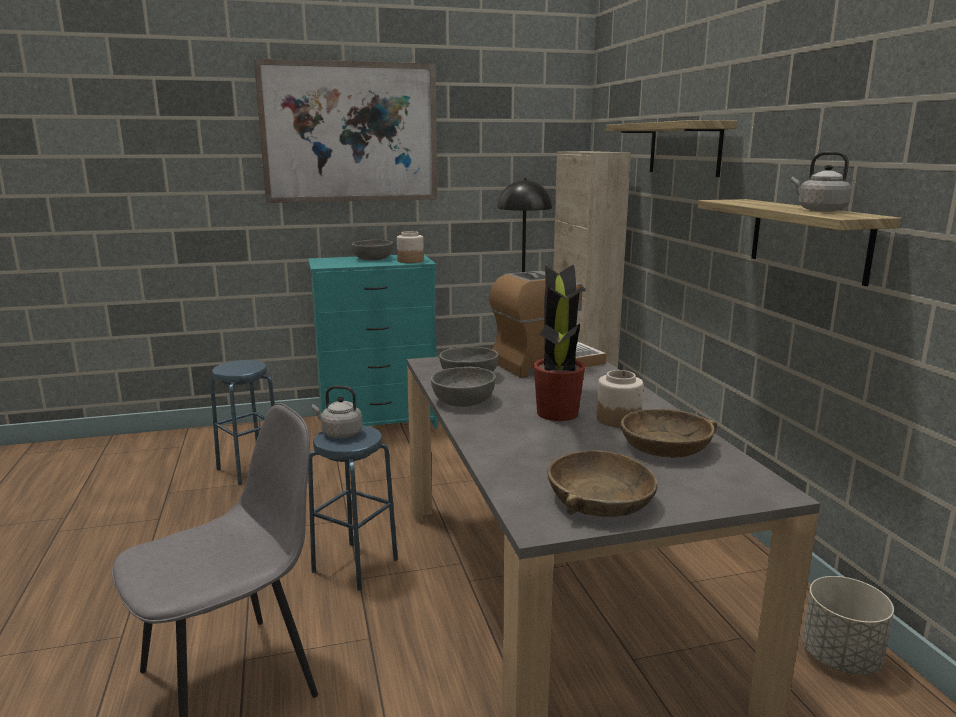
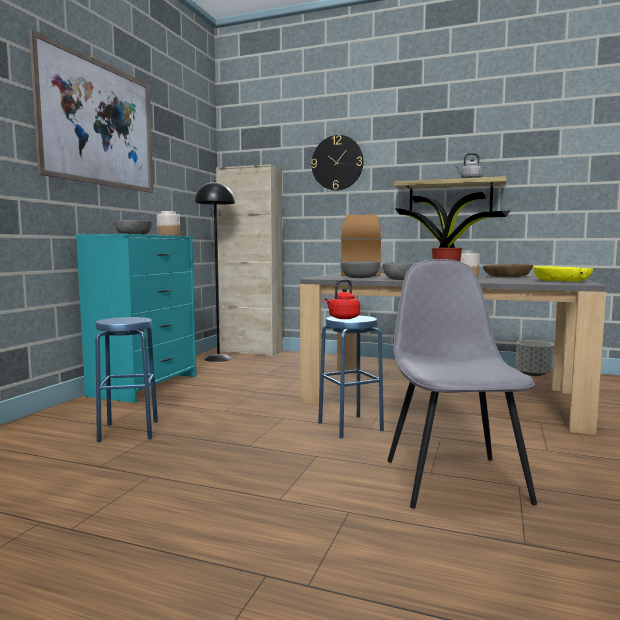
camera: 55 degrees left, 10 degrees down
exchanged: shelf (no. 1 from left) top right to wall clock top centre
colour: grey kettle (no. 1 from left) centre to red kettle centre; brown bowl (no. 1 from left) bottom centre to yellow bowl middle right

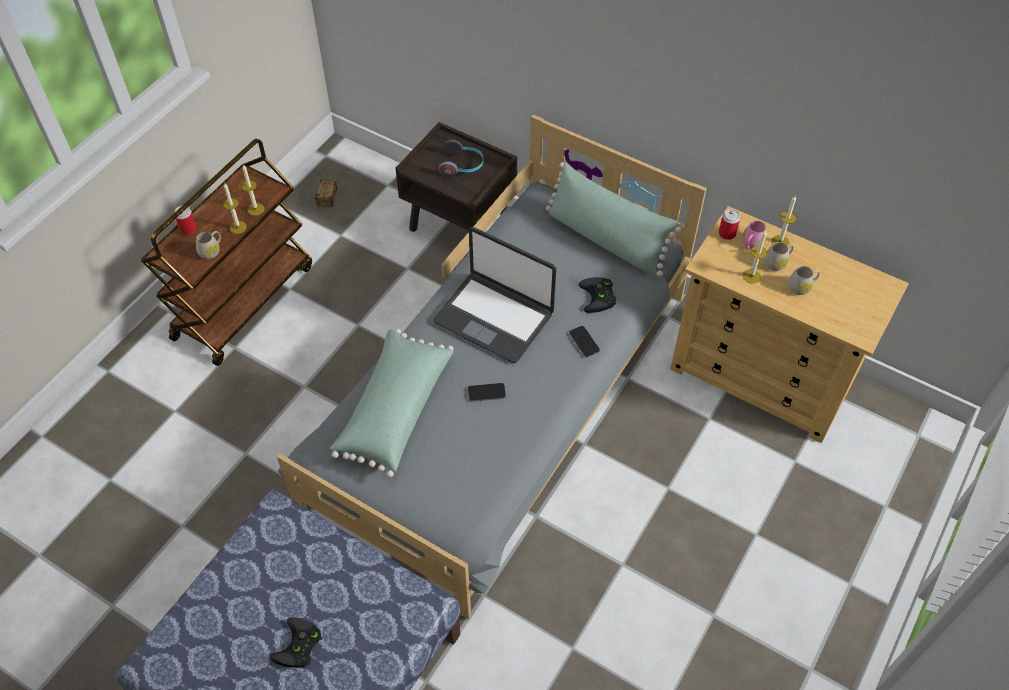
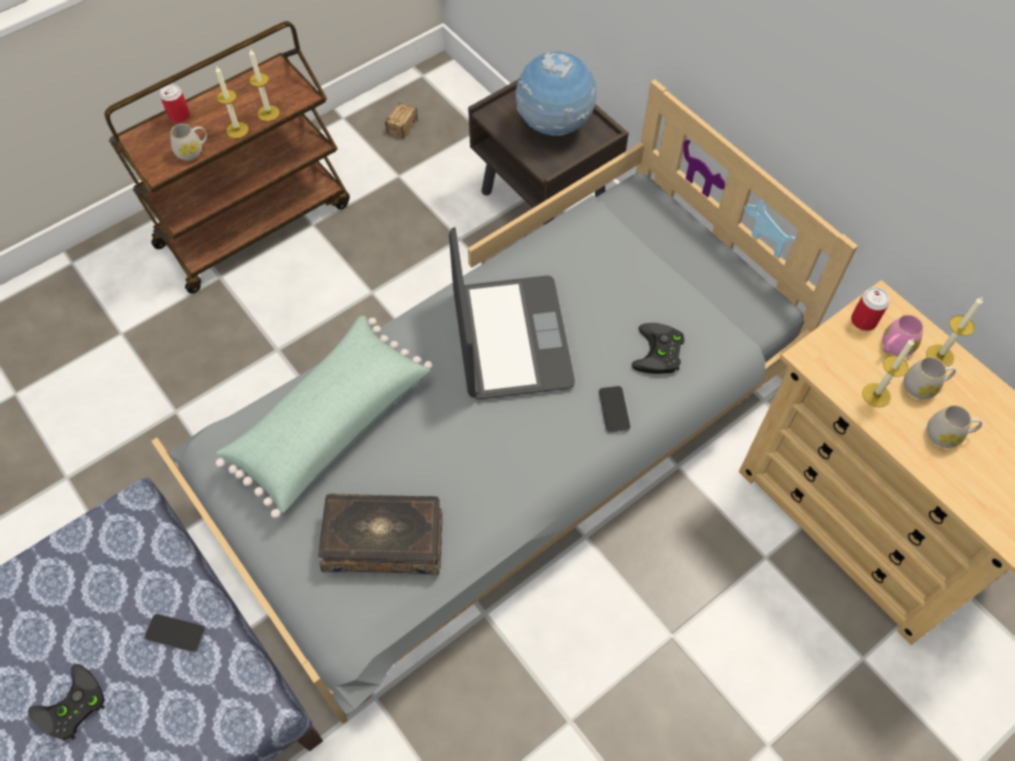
camera: 20 degrees right, 5 degrees up
missing: green pillow (no. 2 from left) top centre
appeared: book bottom centre
relocated: phone (no. 1 from left) centre to bottom left
exchanged: headphones top centre to globe top centre
spun: laptop centre = centre 150 degrees counterclockwise

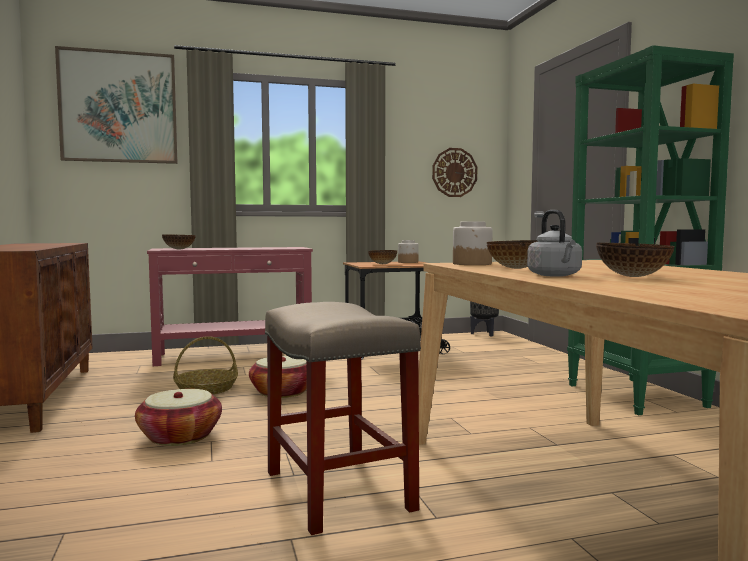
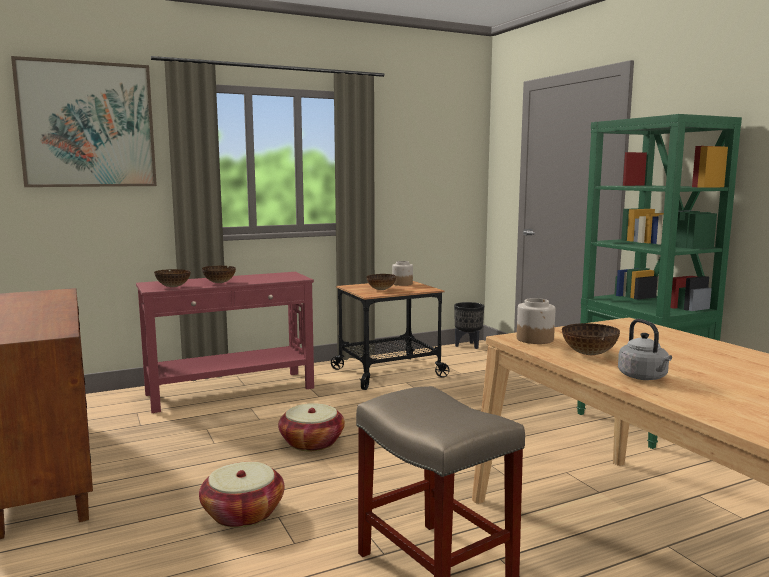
camera: 10 degrees left, 5 degrees up
missing: basket (no. 2 from left) middle left; wall clock top centre
relocated: bowl (no. 4 from left in the first image) middle right to bowl (no. 2 from left) middle left

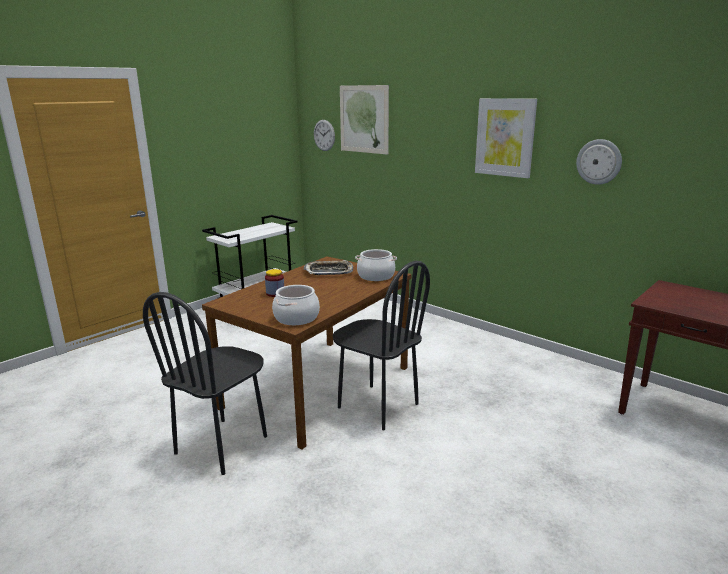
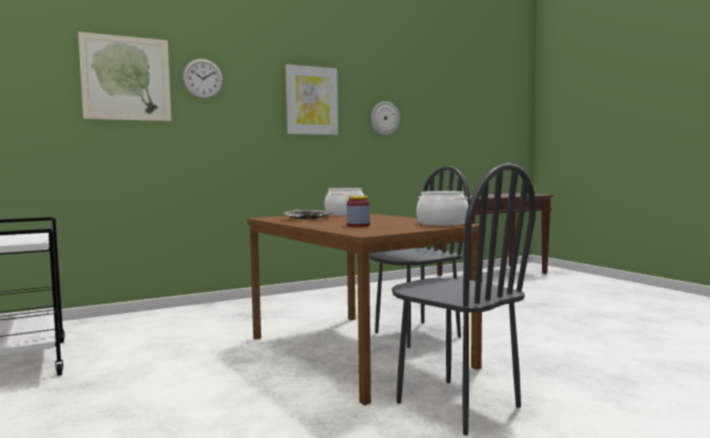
camera: 70 degrees left, 15 degrees down
relocated: wall clock (no. 1 from left) top centre to top left

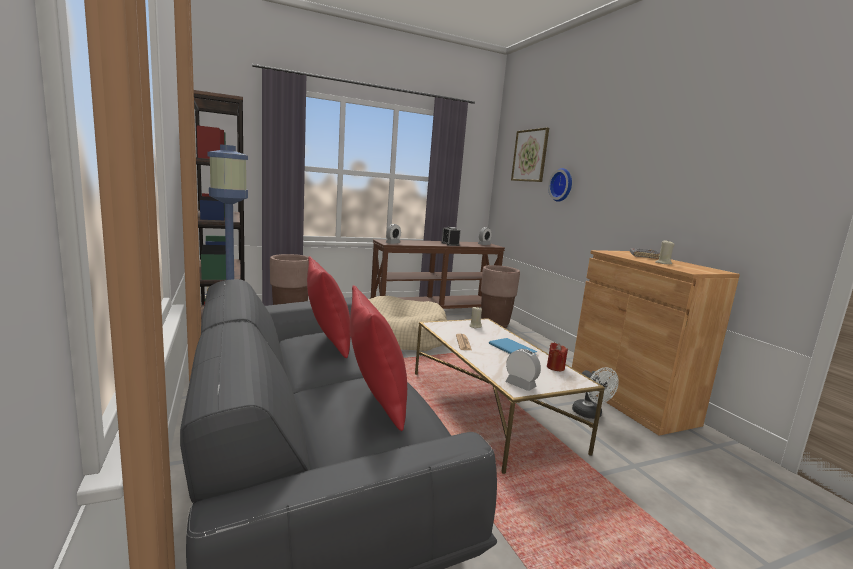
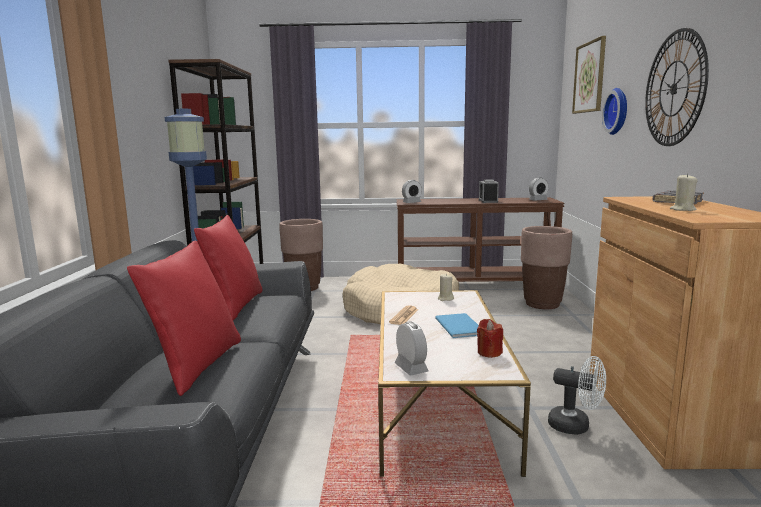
camera: 25 degrees right, 0 degrees up
appeared: wall clock (no. 2 from left) top right
spun: white fan bottom right = bottom right 60 degrees counterclockwise

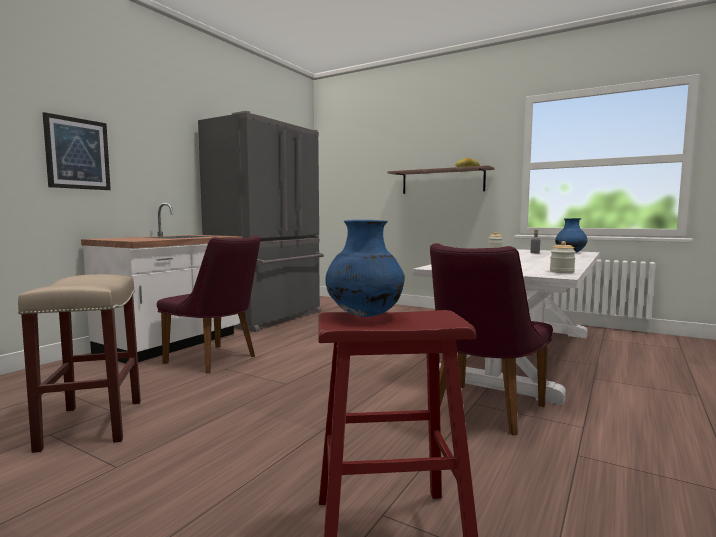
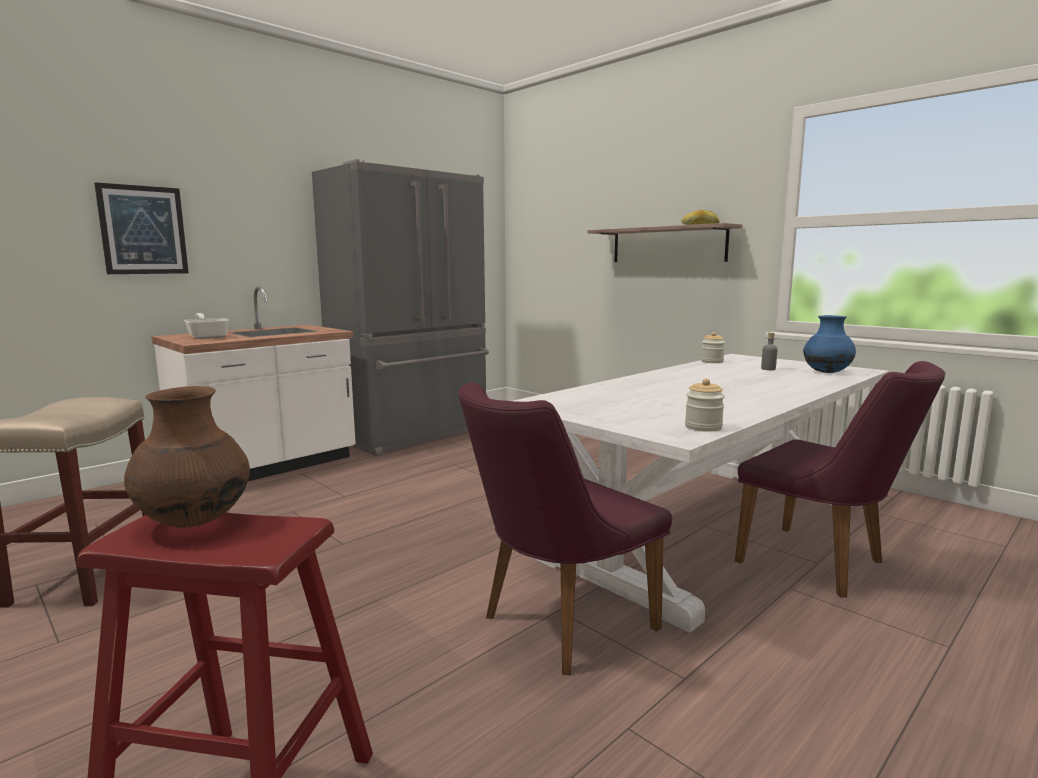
camera: 15 degrees right, 5 degrees up
appeared: frying pan middle left
relocated: purple chair (no. 1 from left in the first image) middle left to purple chair (no. 2 from left) middle right
colour: blue vase (no. 1 from left) centre to brown vase middle left

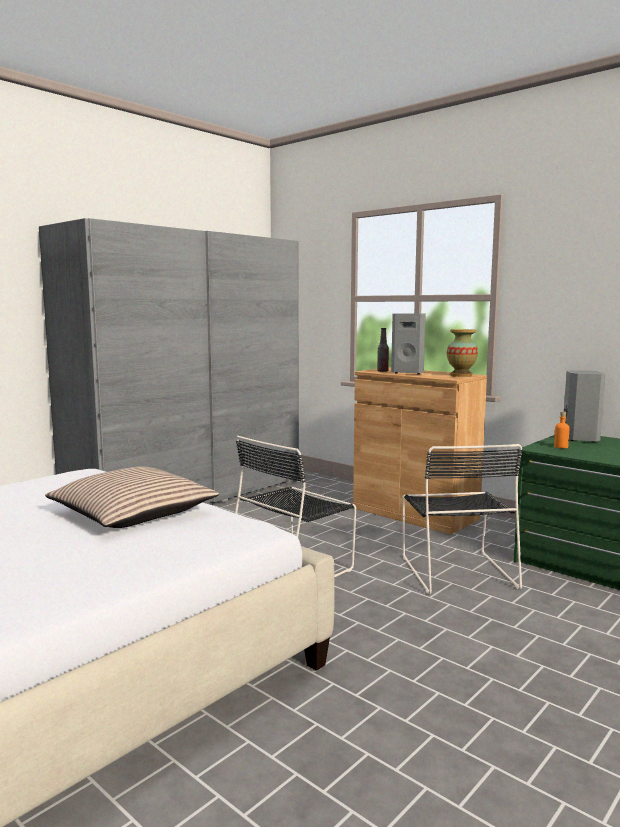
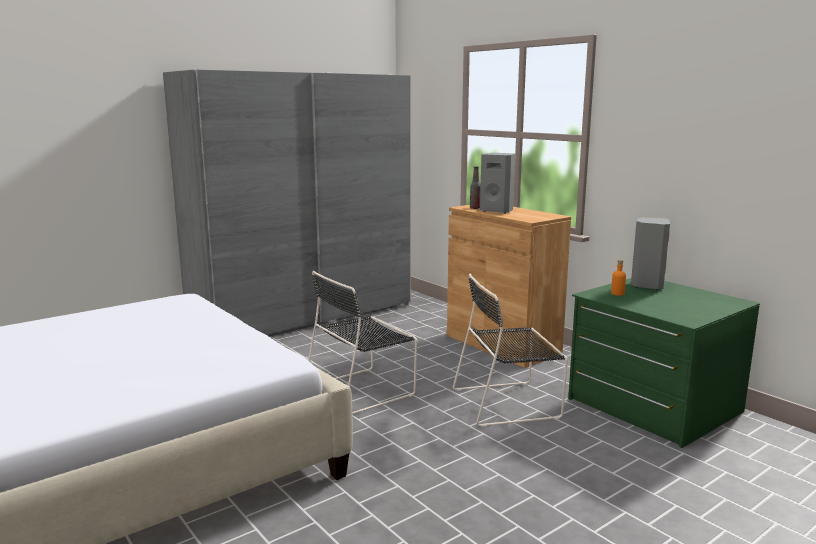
camera: 10 degrees right, 5 degrees up
missing: pillow middle left; vase middle right
spun: black chair (no. 2 from left) middle right = centre 75 degrees clockwise

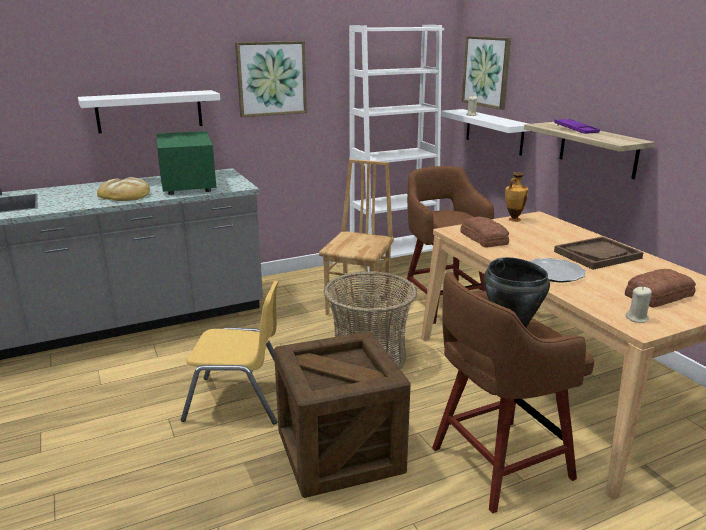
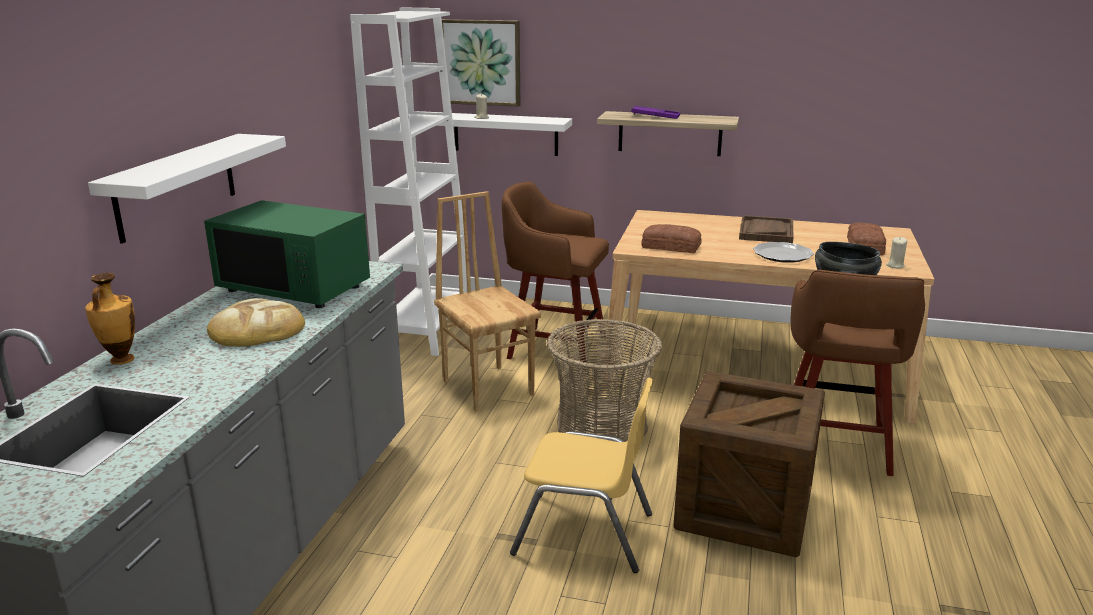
camera: 50 degrees left, 0 degrees up
missing: picture (no. 1 from left) top centre
relocated: vase middle right to middle left
spun: yellow chair middle left = bottom centre 60 degrees clockwise

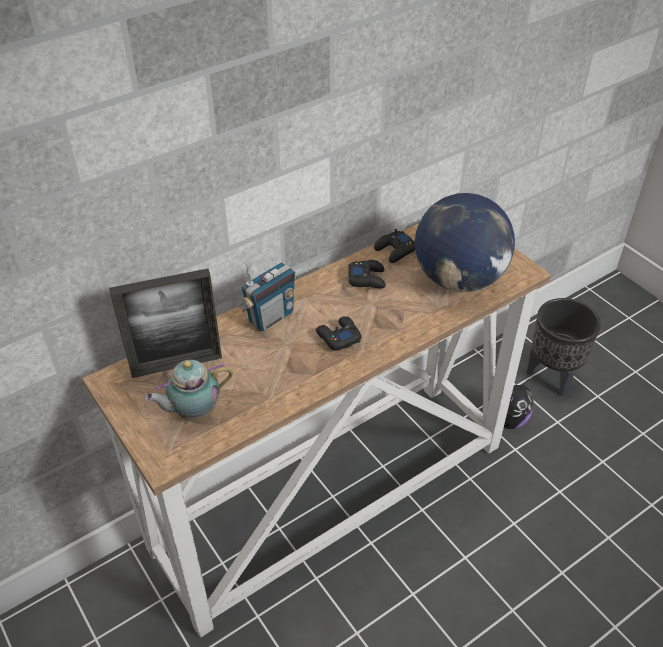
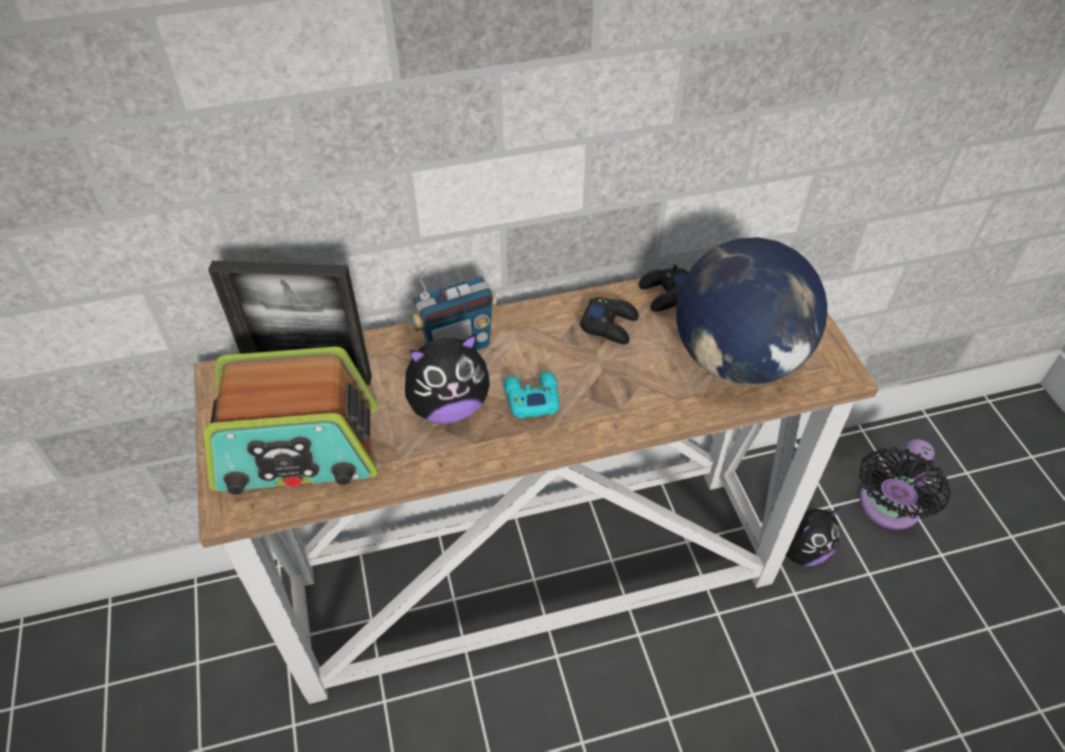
camera: 20 degrees right, 5 degrees up
appeared: plush toy (no. 1 from left) centre
exchanged: teapot middle left to radio (no. 1 from left) middle left; black planter middle right to black fan middle right
colour: black game controller (no. 1 from left) centre to turquoise game controller centre

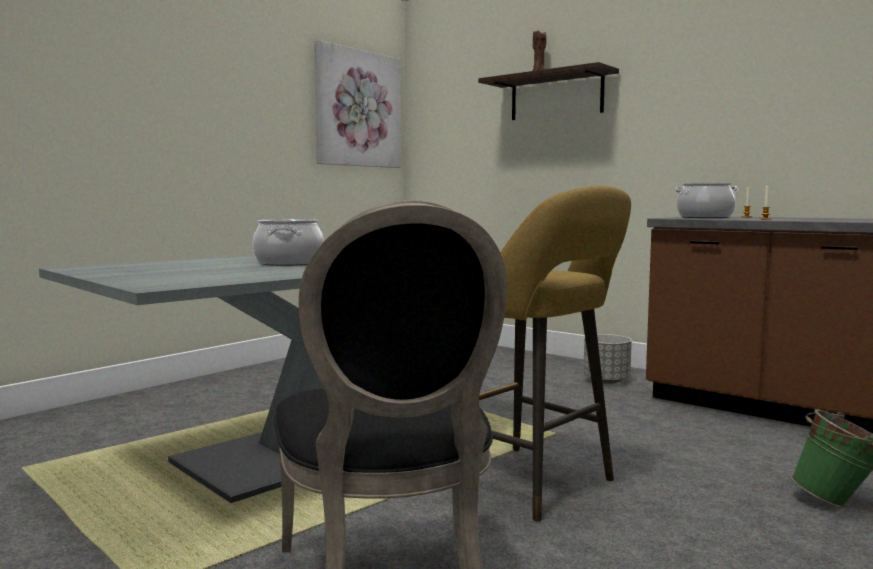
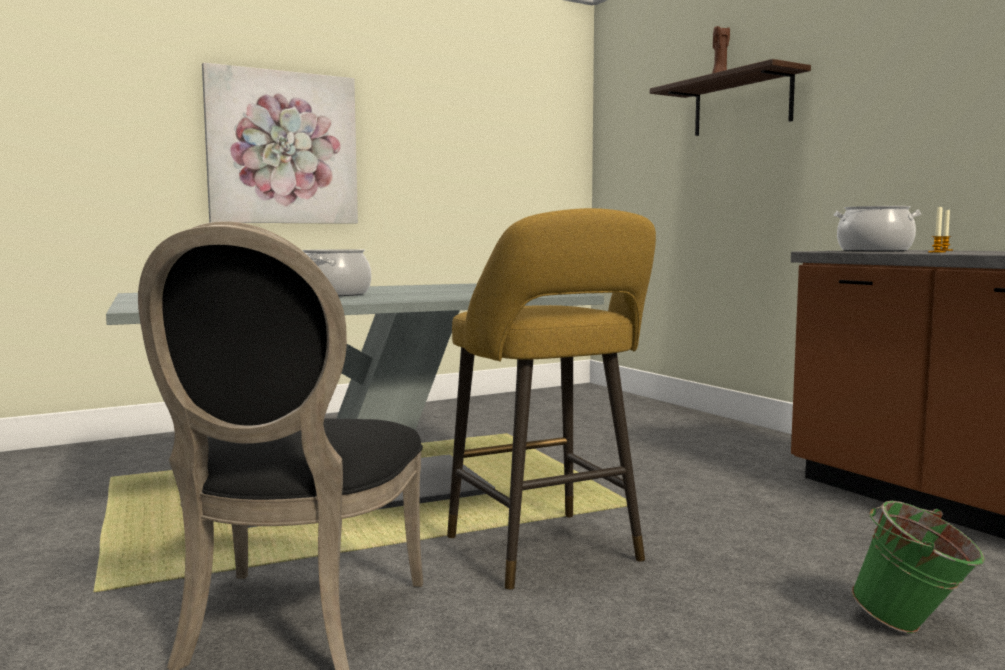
camera: 20 degrees right, 0 degrees up
missing: grey planter middle right
relocated: picture top centre to top left

